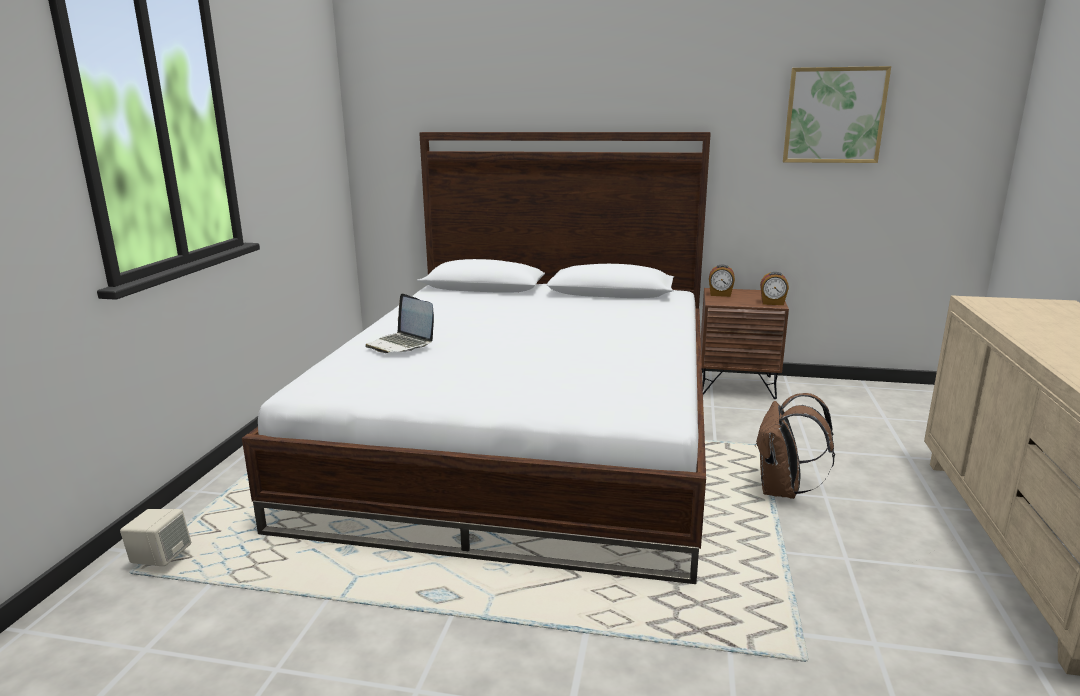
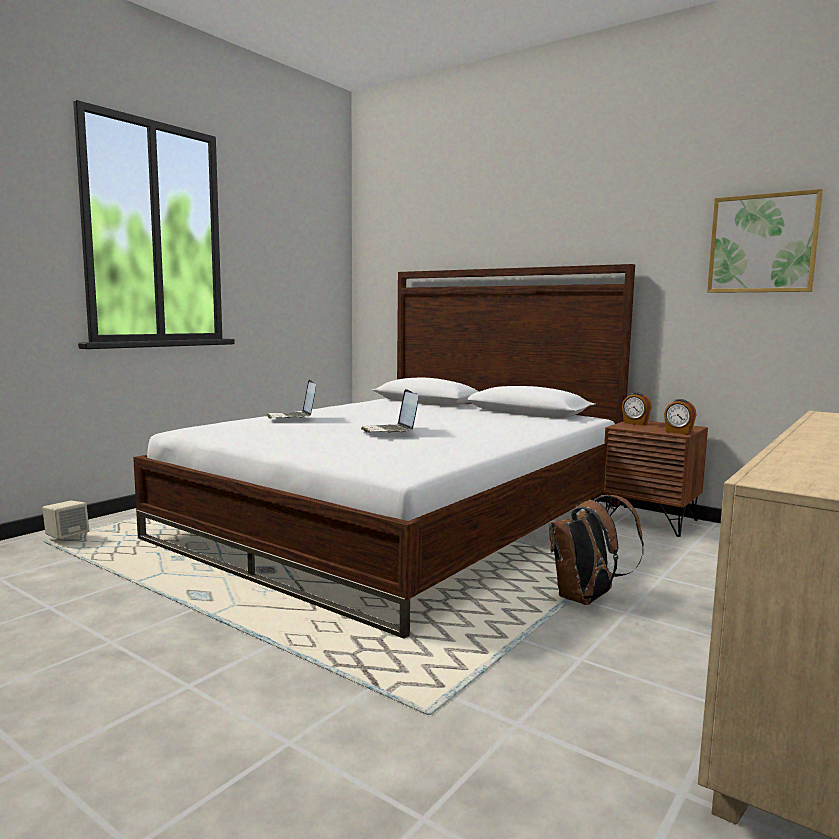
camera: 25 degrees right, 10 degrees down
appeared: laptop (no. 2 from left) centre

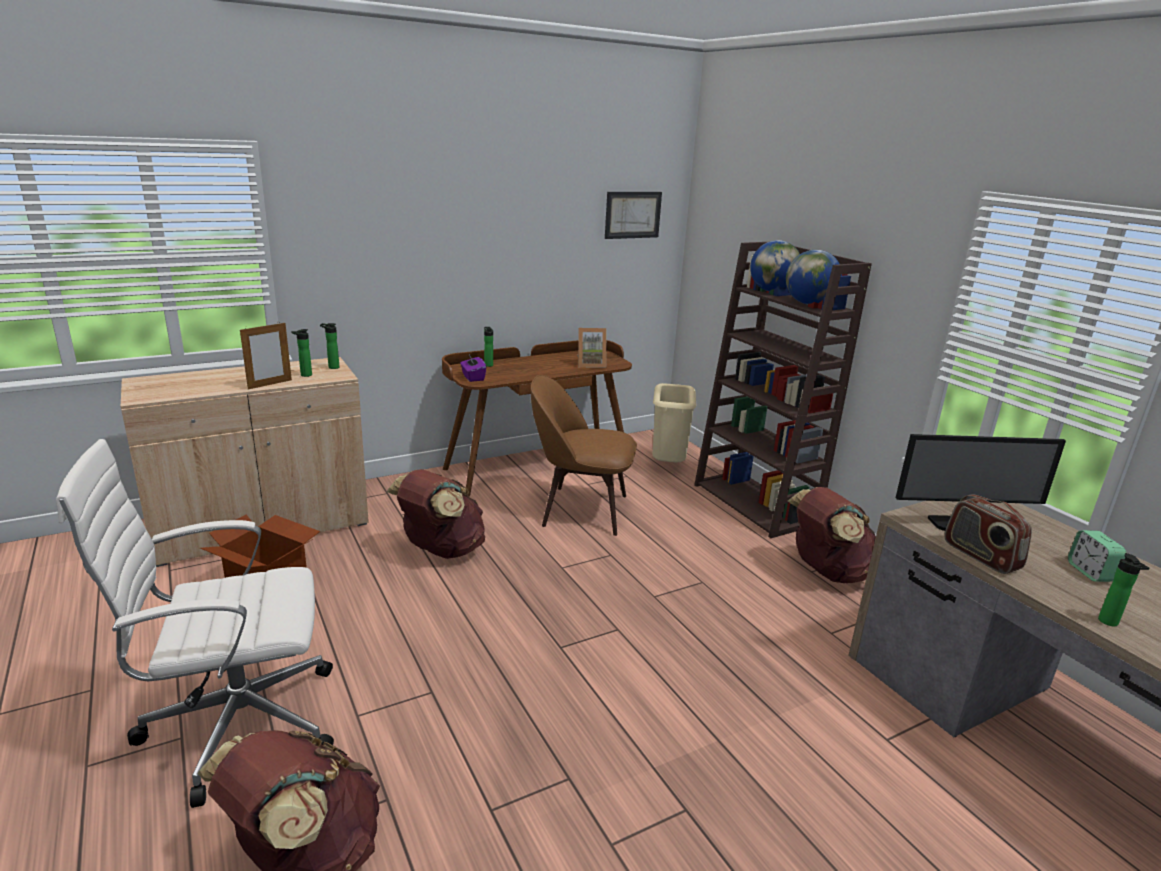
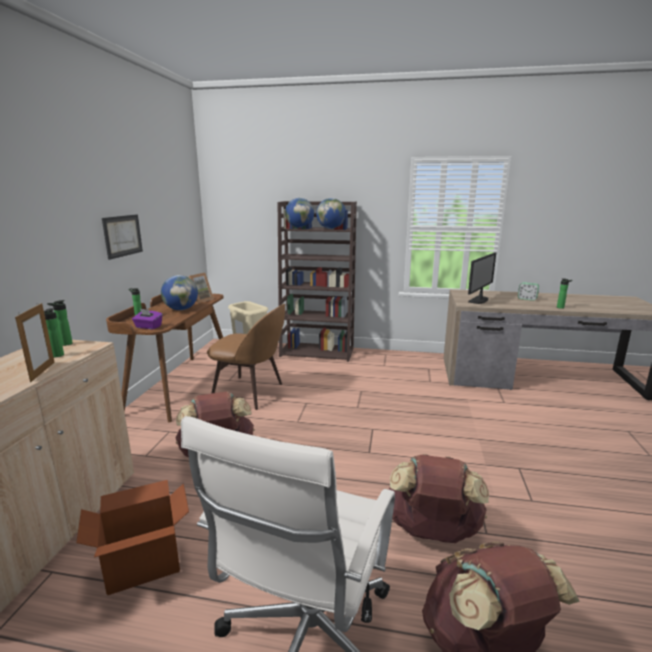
camera: 50 degrees left, 5 degrees down
missing: radio middle right
appeared: globe (no. 1 from left) middle left
relocated: picture top centre to middle left; brown backpack (no. 3 from left in the first image) middle right to brown backpack (no. 2 from left) bottom right
spun: brown chair centre = centre 120 degrees counterclockwise

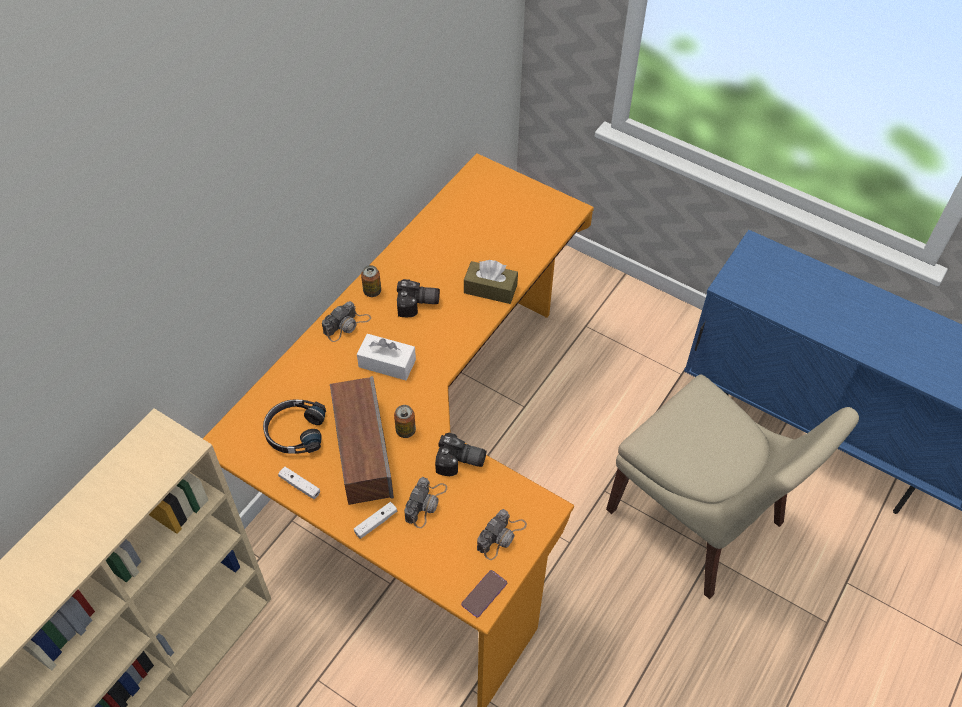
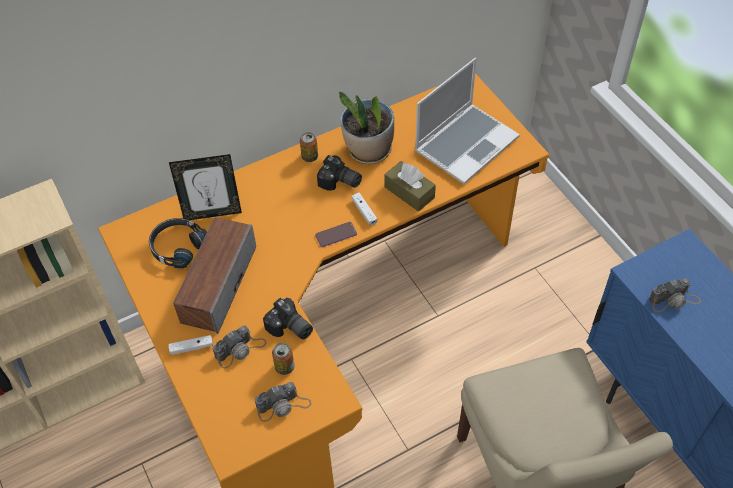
camera: 30 degrees right, 0 degrees up
missing: white tissue box centre
appeared: picture frame middle left; potted plant top centre; laptop top centre
relocated: can (no. 2 from left in the first image) centre to can (no. 1 from left) bottom centre; phone bottom centre to centre; white game controller (no. 1 from left in the first image) bottom left to white game controller (no. 2 from left) centre; photo camera (no. 1 from left in the first image) centre to photo camera (no. 5 from left) middle right

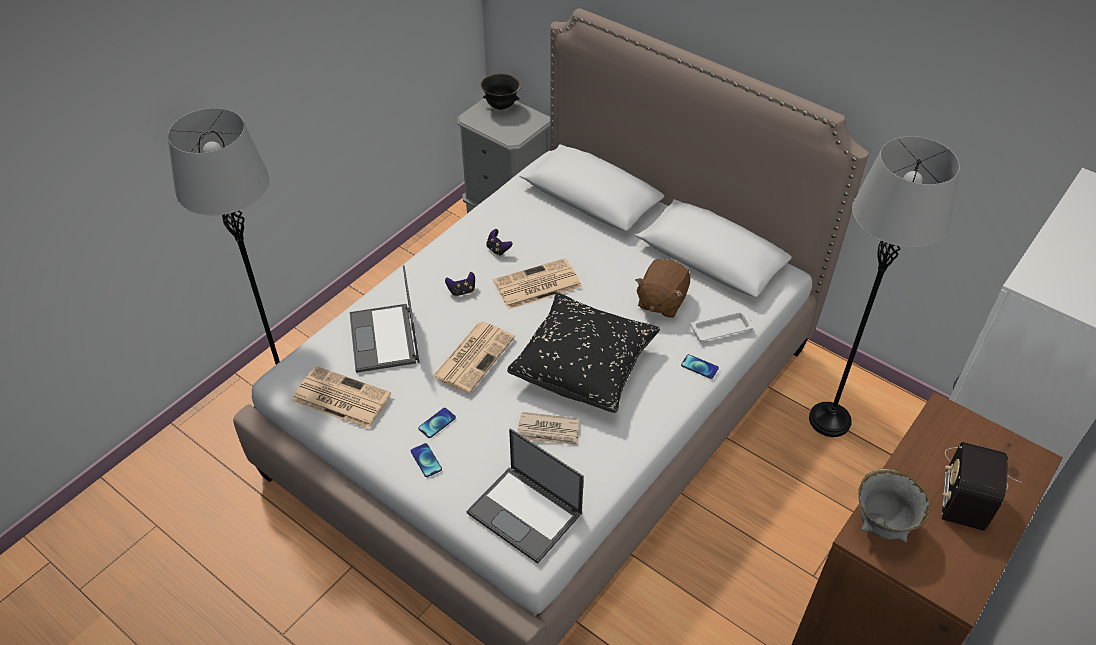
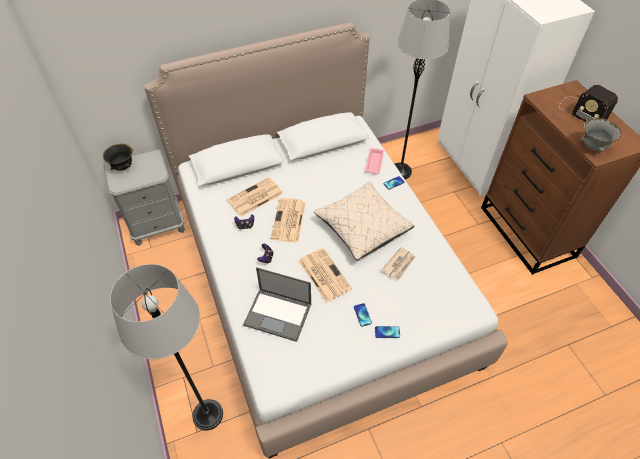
camera: 60 degrees left, 5 degrees up
missing: laptop (no. 2 from left) bottom centre; brown plush toy centre
relocated: newspaper (no. 1 from left) middle left to centre
colour: black pillow centre to beige pillow centre; white tray centre to pink tray centre

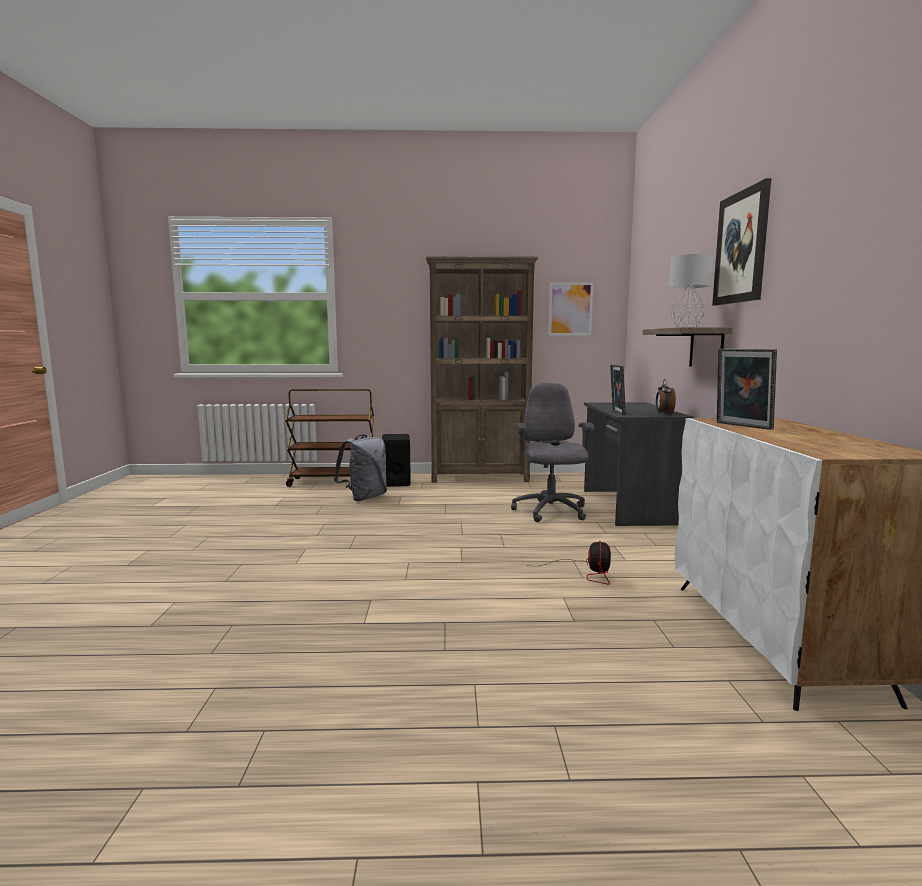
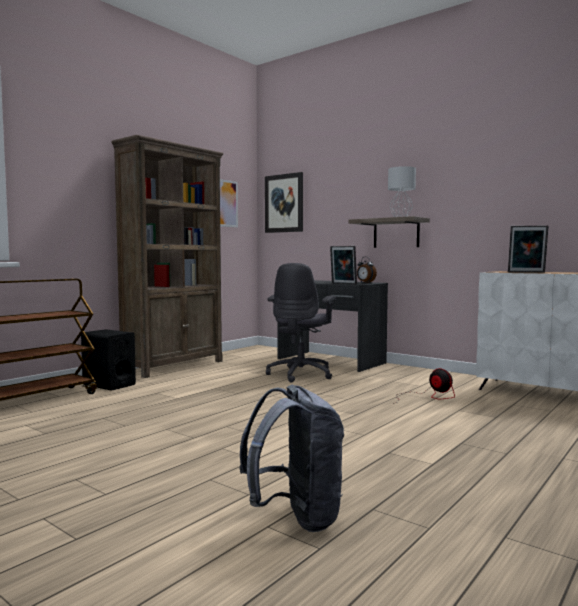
camera: 50 degrees left, 5 degrees down
relocated: grey backpack centre to bottom centre; picture (no. 2 from left) top right to centre
spun: grey office chair centre = centre 105 degrees counterclockwise

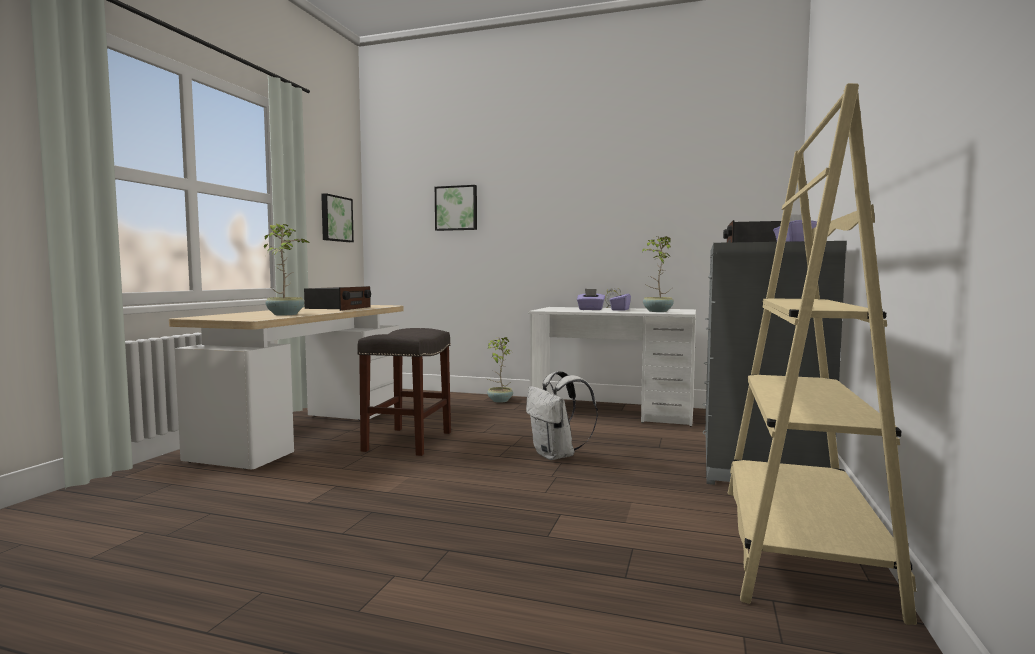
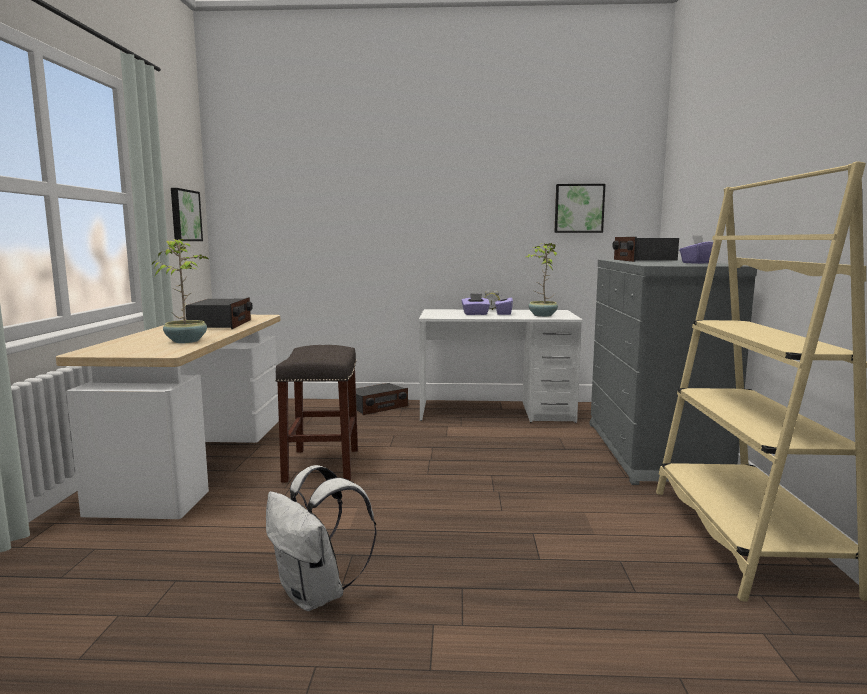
camera: 15 degrees left, 5 degrees up
relocated: white backpack centre to bottom centre; picture (no. 2 from left) top centre to top right
exchanged: potted plant (no. 2 from left) centre to radio (no. 2 from left) centre

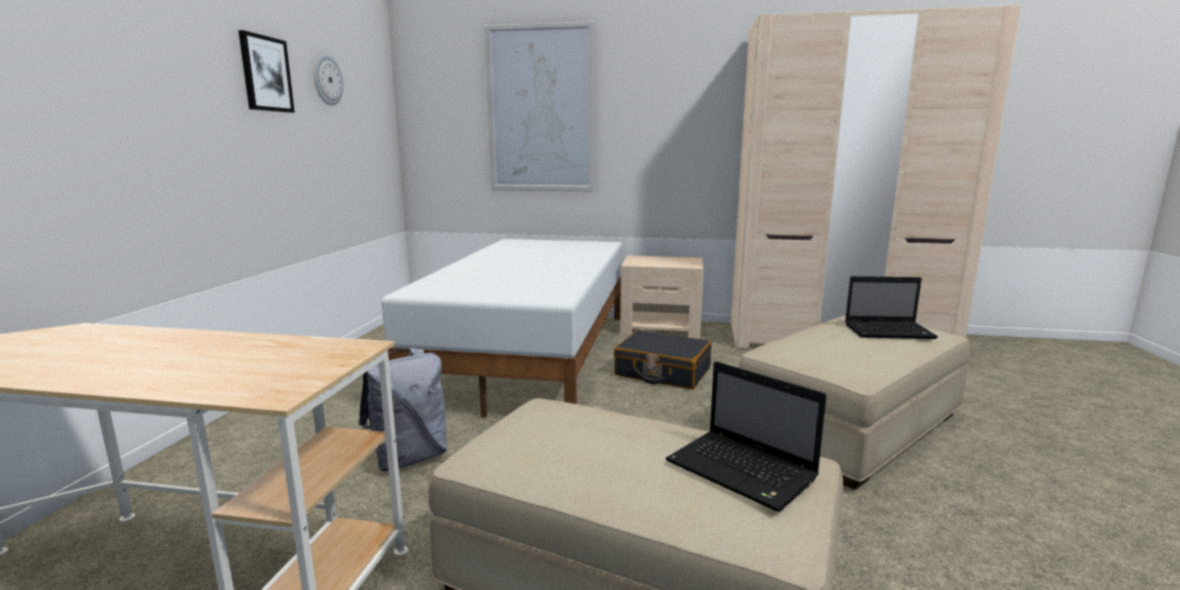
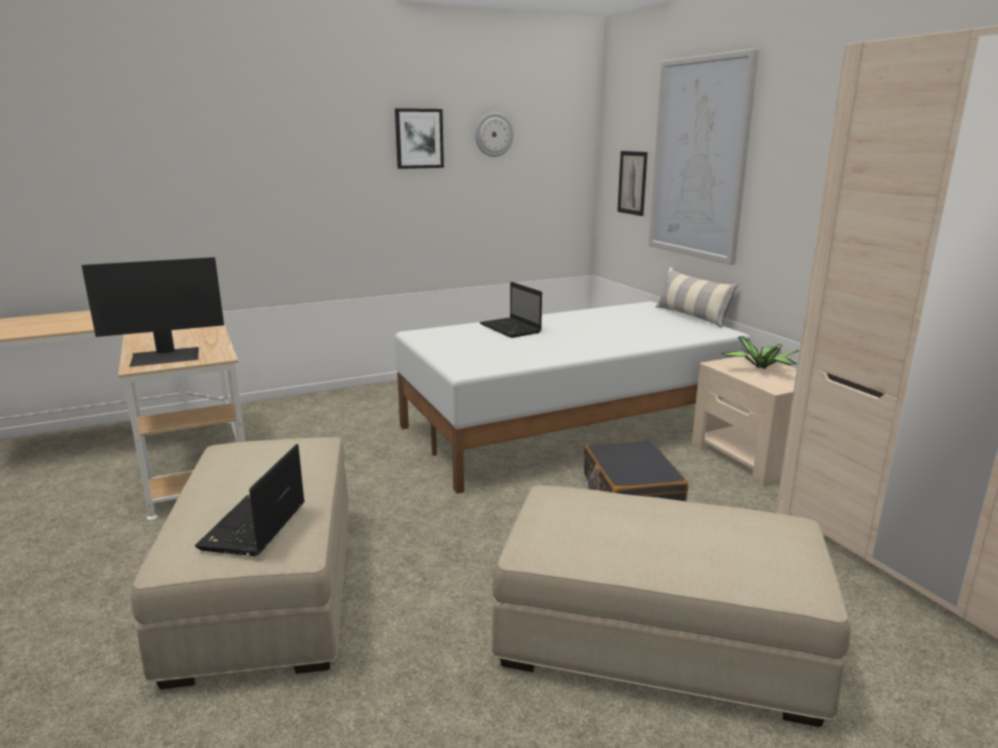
camera: 55 degrees right, 5 degrees up
missing: grey backpack bottom centre
appeared: monitor middle left; picture (no. 2 from left) top centre; pillow middle right; potted plant middle right
relocated: laptop (no. 2 from left) middle right to centre

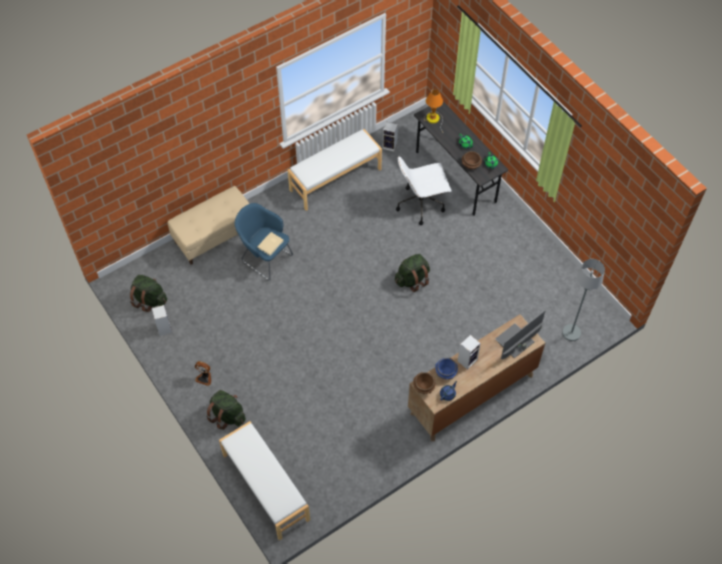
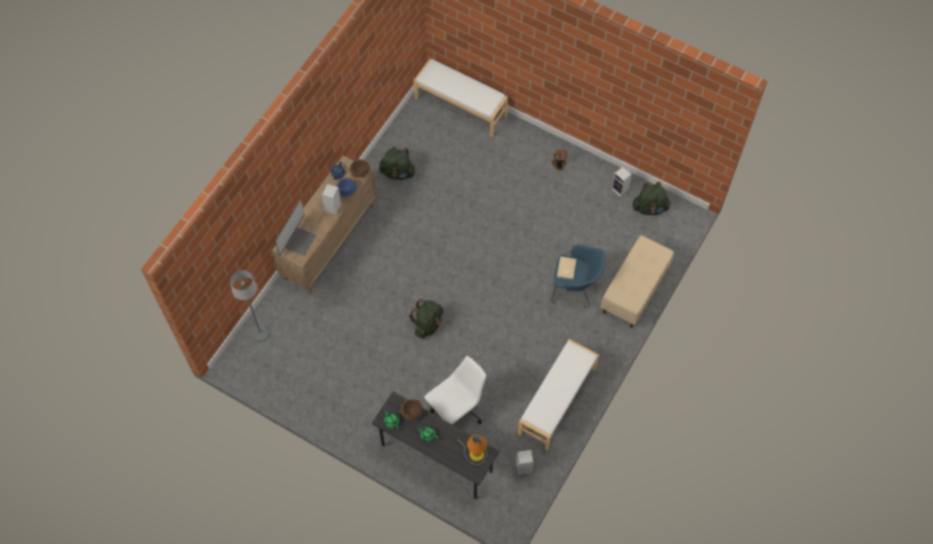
camera: 155 degrees right, 5 degrees up
relocated: green backpack (no. 2 from left in the first image) bottom left to green backpack (no. 1 from left) top centre

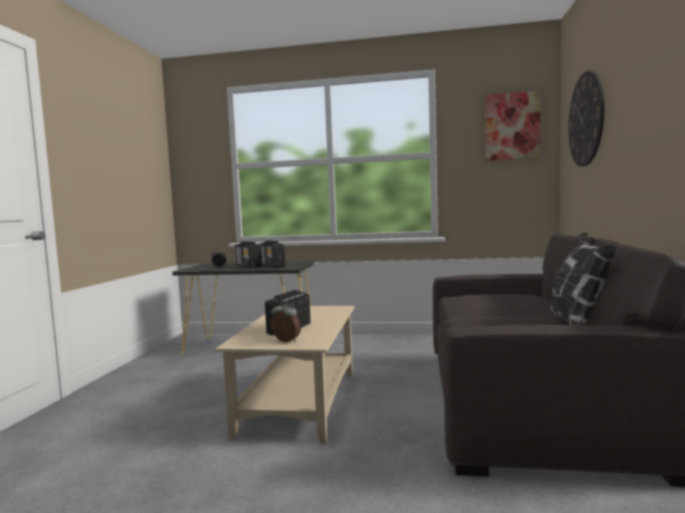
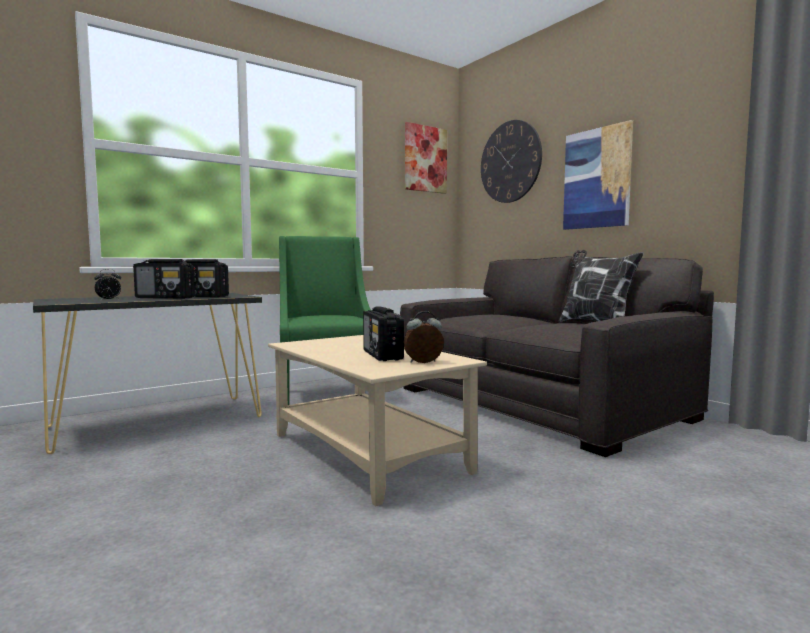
camera: 45 degrees left, 0 degrees up
appeared: green armchair centre; picture (no. 2 from left) top right

